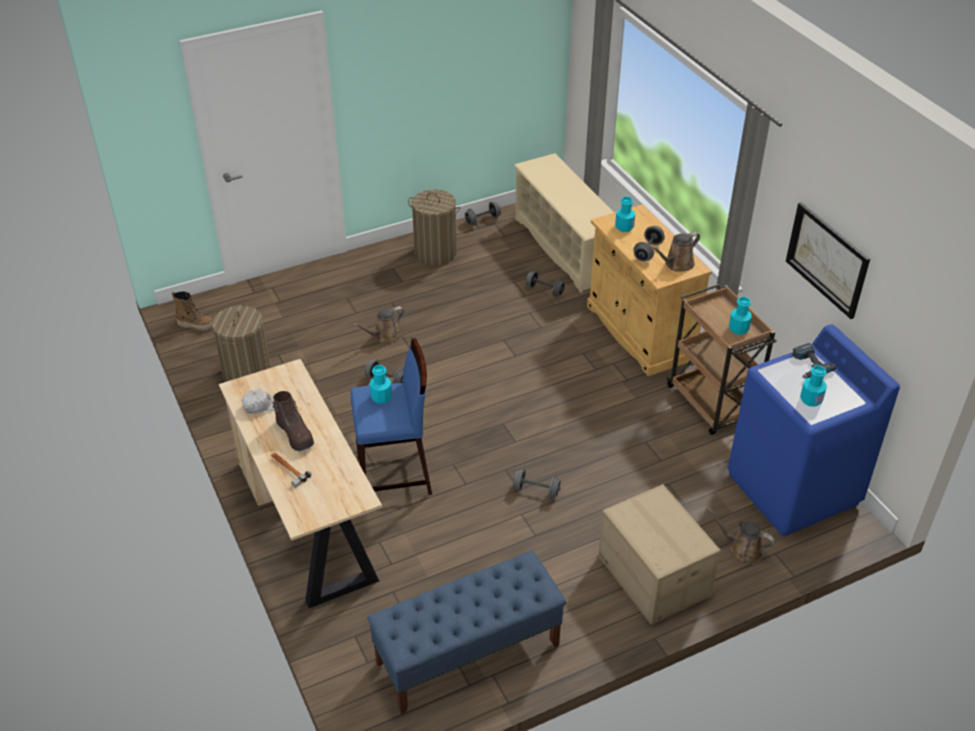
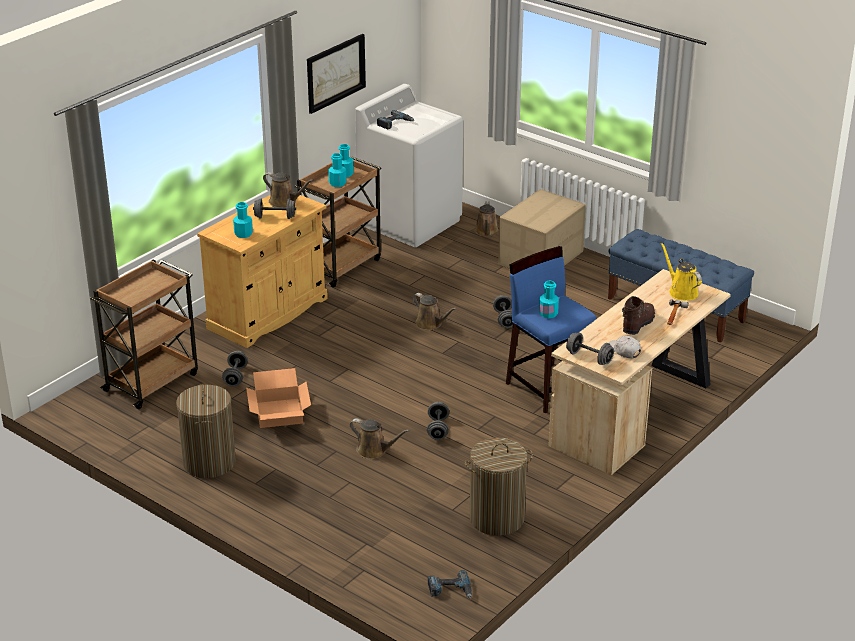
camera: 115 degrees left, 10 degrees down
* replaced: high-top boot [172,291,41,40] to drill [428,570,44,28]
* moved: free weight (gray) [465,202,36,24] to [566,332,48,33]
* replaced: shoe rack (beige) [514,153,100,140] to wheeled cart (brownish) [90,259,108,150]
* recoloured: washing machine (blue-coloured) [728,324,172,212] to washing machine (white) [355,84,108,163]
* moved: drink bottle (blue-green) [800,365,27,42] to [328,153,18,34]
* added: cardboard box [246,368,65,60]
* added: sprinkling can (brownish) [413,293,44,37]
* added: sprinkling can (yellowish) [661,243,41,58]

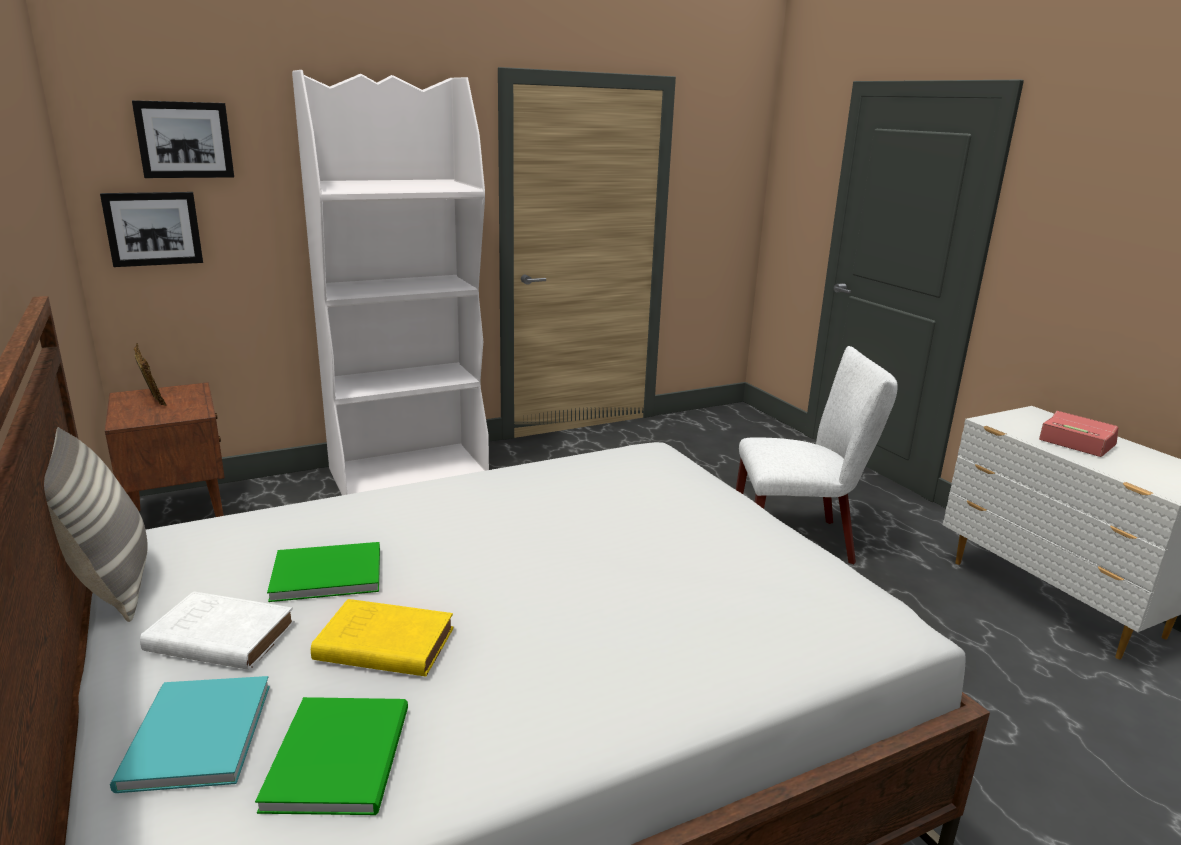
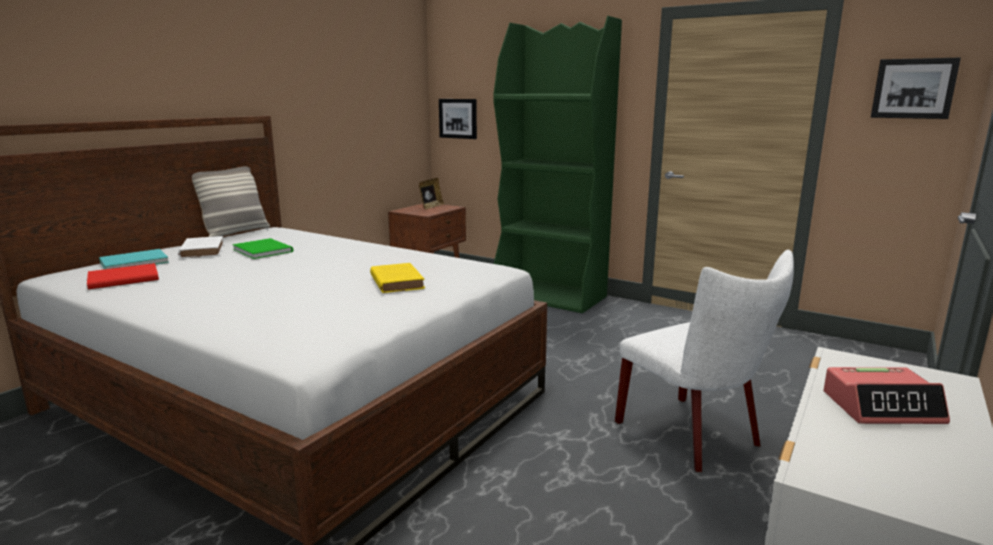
camera: 60 degrees right, 5 degrees down
* moved: wall art [132,100,102,78] to [871,57,90,62]
* recoloured: volume (greenish) [255,697,153,118] to volume (reddish) [87,263,72,27]
* recoloured: bookshelf (white) [292,70,197,425] to bookshelf (greenish) [493,16,129,297]
* moved: volume (yellowish) [311,599,142,78] to [370,263,55,30]
* turned: bedside clock [1039,411,79,46] = [823,367,127,57] 75 degrees clockwise

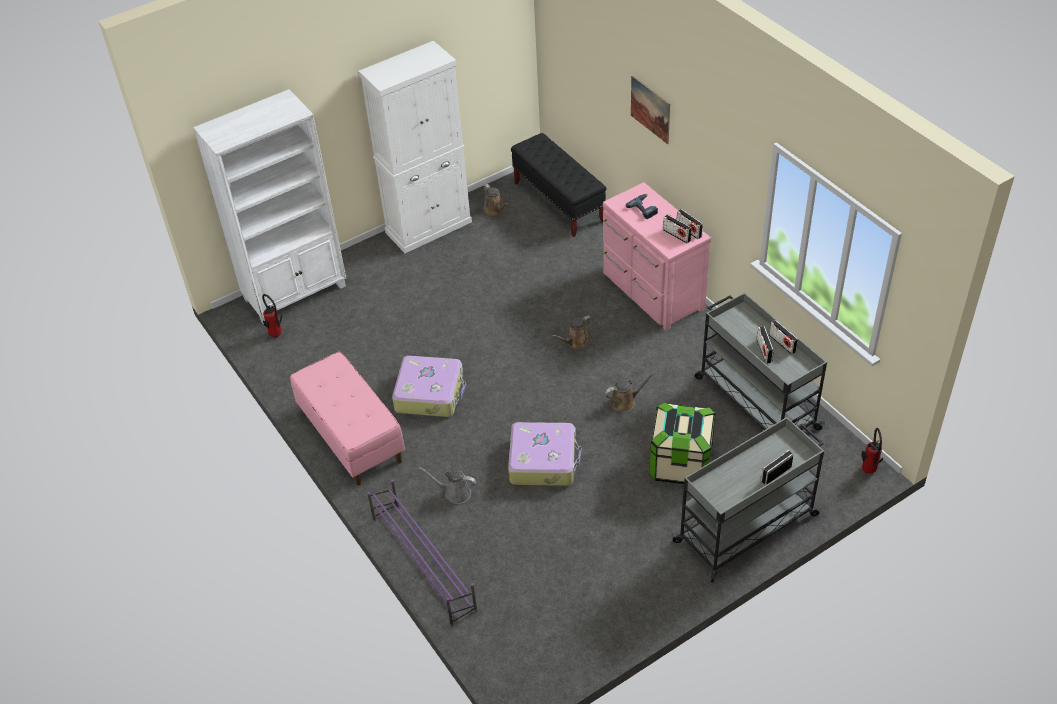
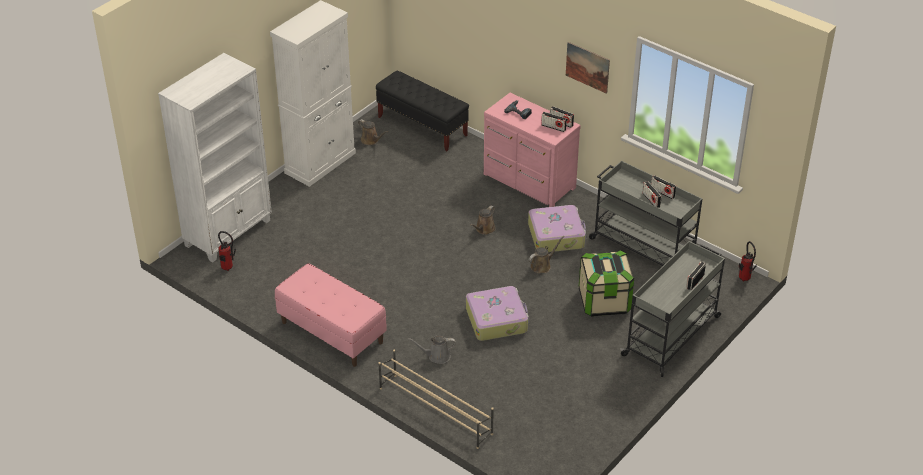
camera: 20 degrees left, 5 degrees down
* recoloured: shoe rack (purple-coloured) [367,480,110,147] to shoe rack (beige) [379,349,115,100]
* moved: piece of luggage [392,356,74,61] to [528,205,58,47]
* moved: wall art [631,75,39,69] to [566,42,44,52]

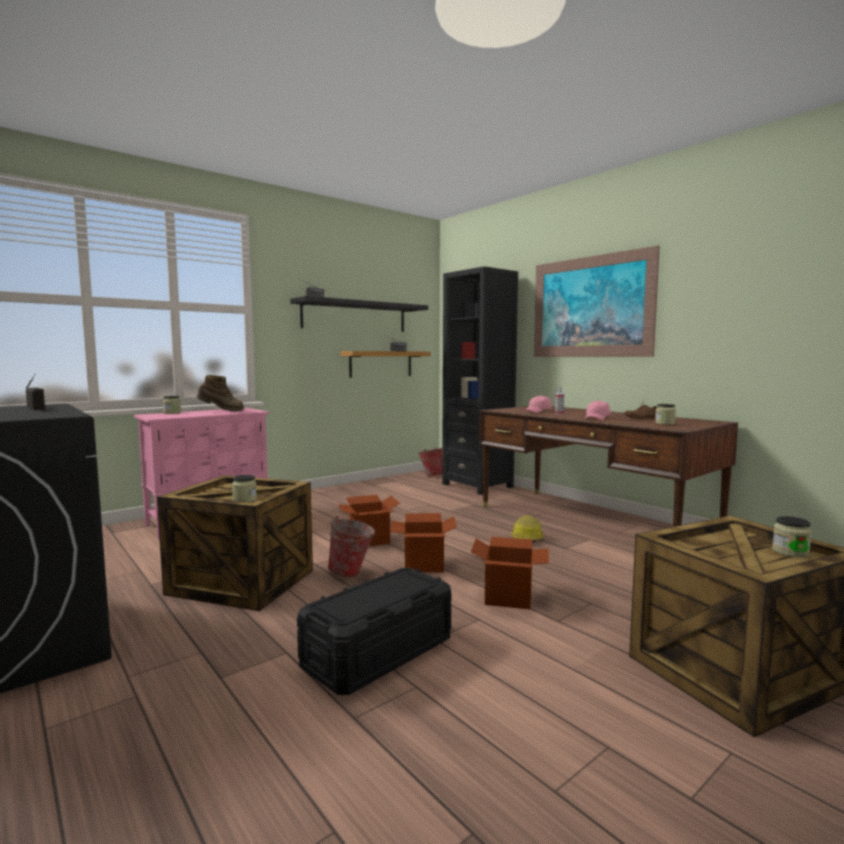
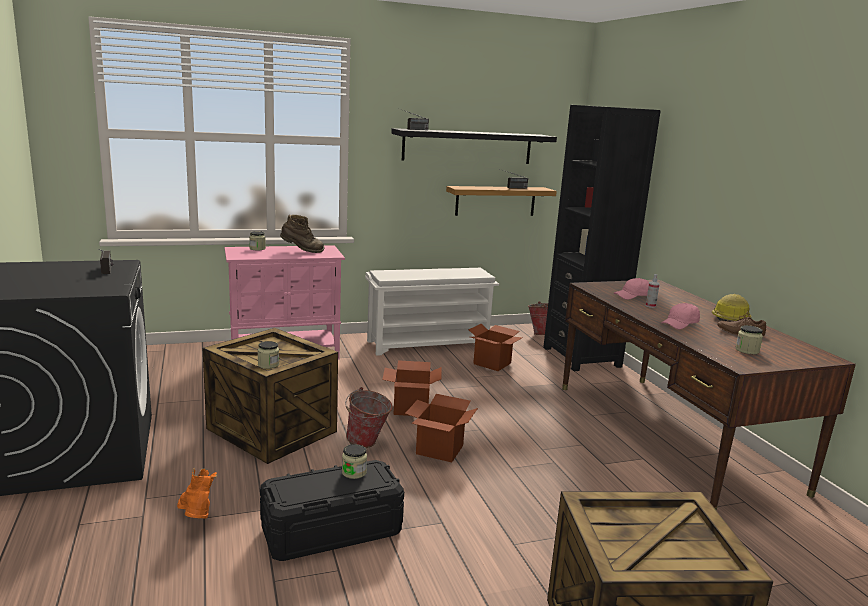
camera: 20 degrees right, 10 degrees up
* moved: cardboard box [471,537,78,72] to [468,324,55,47]
* moved: hard hat [511,515,33,28] to [712,294,39,27]
* removed: wall art [534,245,126,112]
* moved: jar [772,516,40,42] to [342,444,25,35]
* added: high-top boot (orangey) [177,468,40,50]
* added: shoe rack (white) [365,268,134,88]

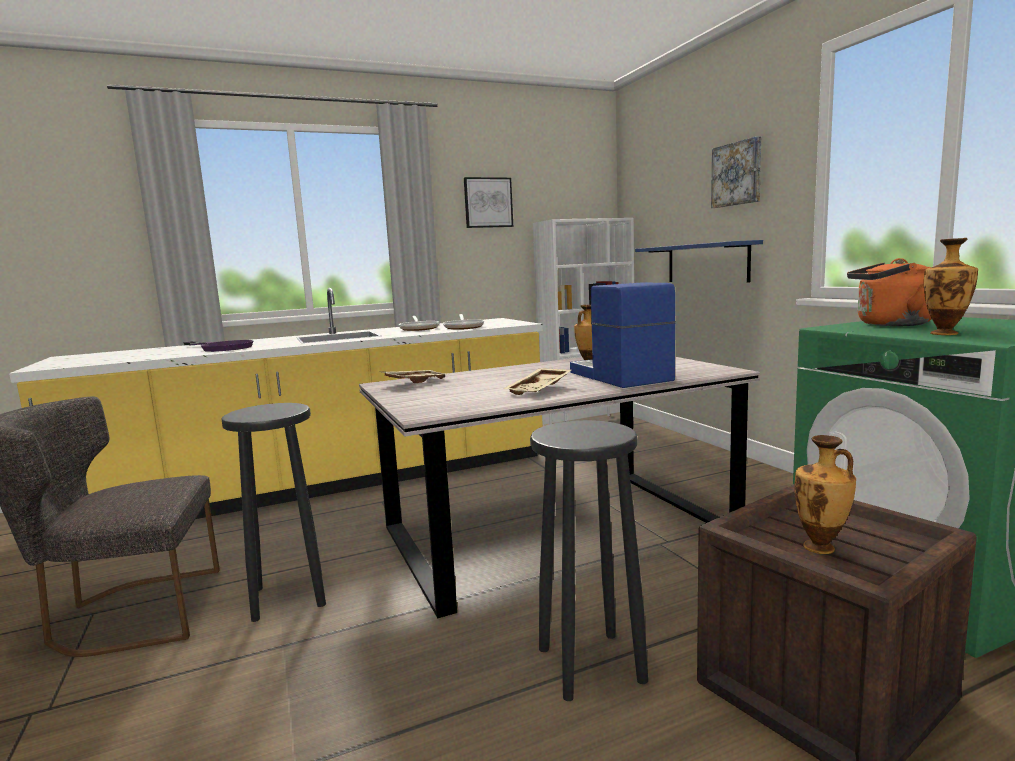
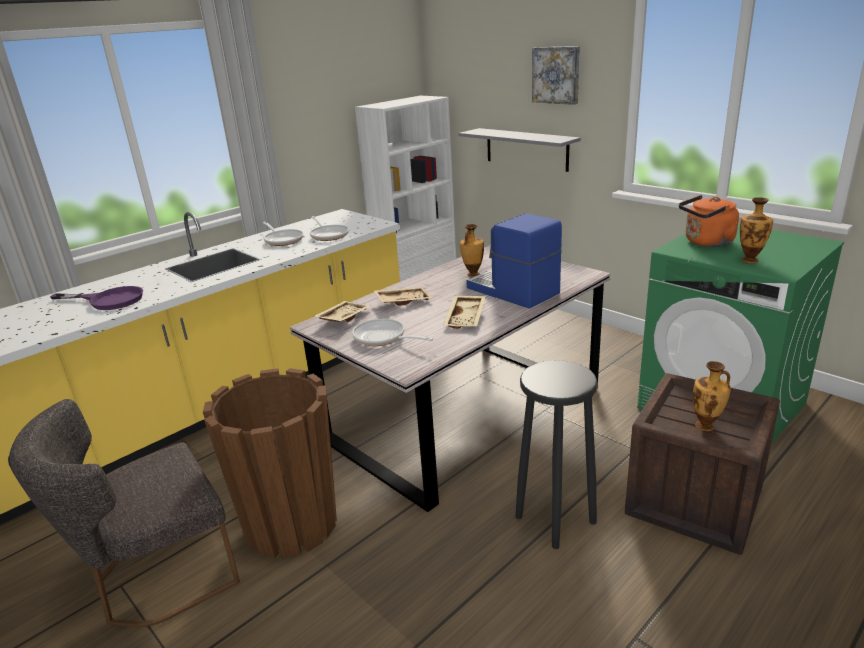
camera: 20 degrees left, 15 degrees up
* replaced: stool seat (blackish) [221,403,105,219] to planter (brownish) [203,368,134,190]
* removed: wall art [464,177,49,51]
* recoloured: shelf (blue-coloured) [635,240,128,42] to shelf (gray) [458,128,123,44]
* added: skillet [352,319,81,27]
* added: carrying tray (beige) [374,287,58,19]

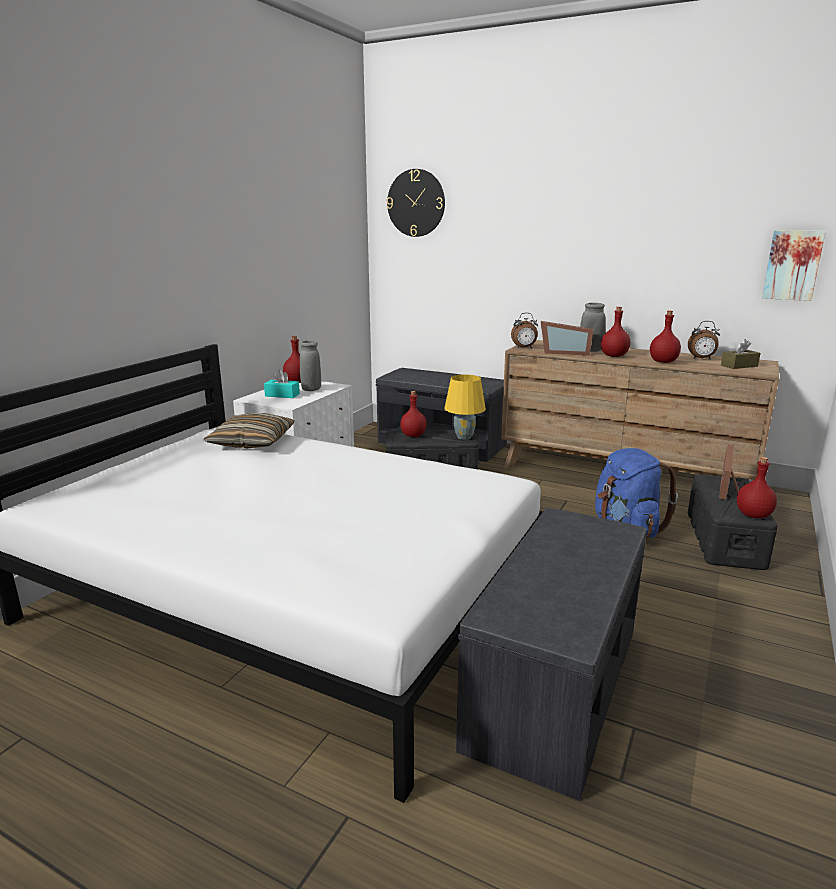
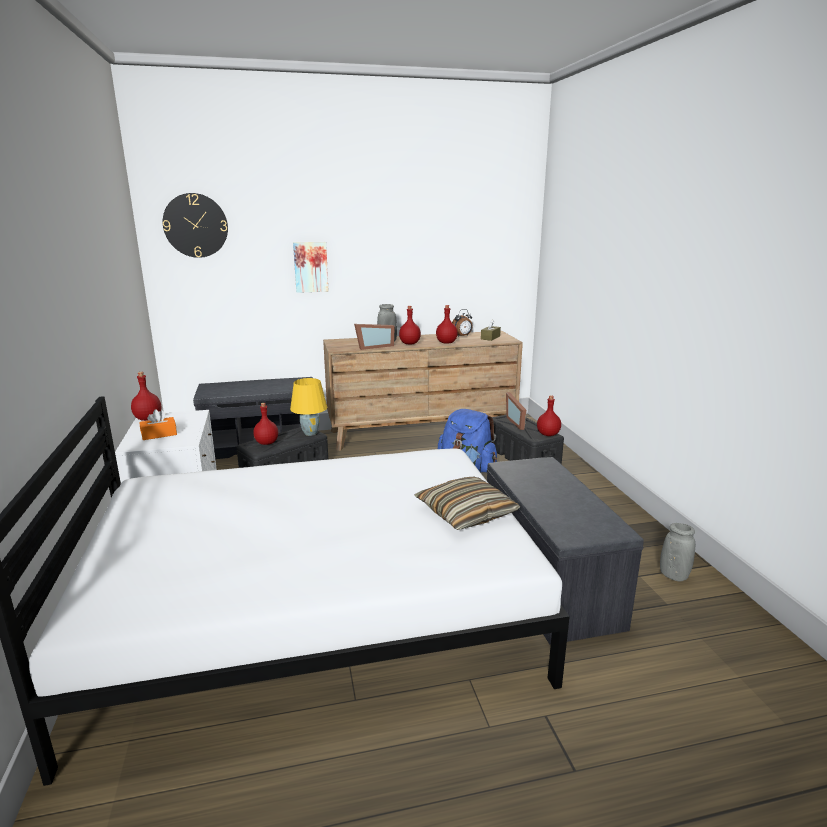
camera: 40 degrees left, 0 degrees up
* moved: cushion [203,413,92,35] to [414,477,106,53]
* recoloured: tissue box (blue-green) [264,370,36,28] to tissue box (orangey) [139,409,38,31]
* moved: vase (gray) [300,341,21,50] to [660,523,35,58]
* removed: bedside clock [511,313,27,35]
* moved: wall art [762,230,64,71] to [293,242,36,51]

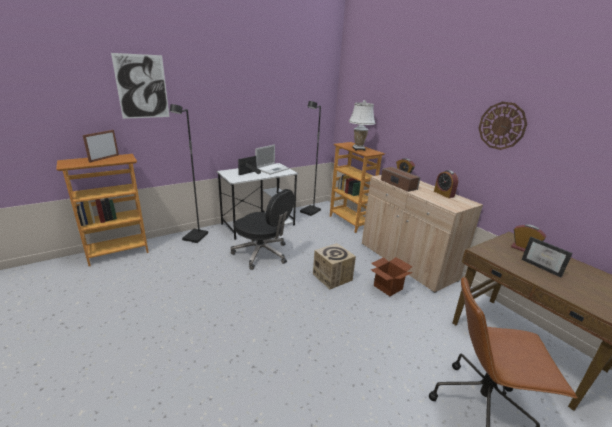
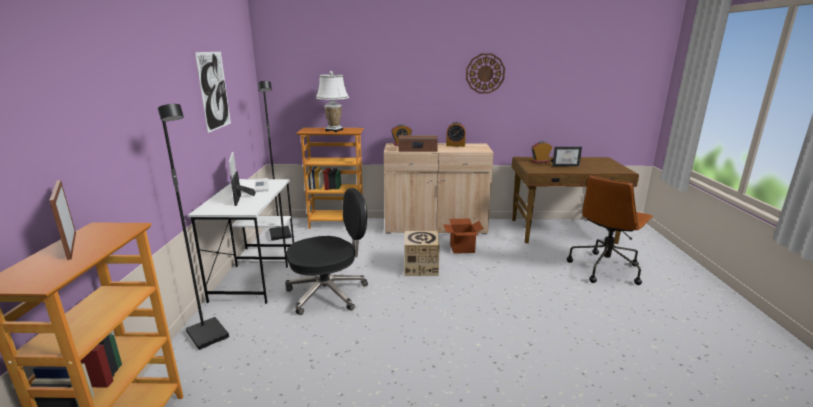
camera: 55 degrees left, 5 degrees down
* moved: wall art [111,53,59,66] to [195,52,36,81]

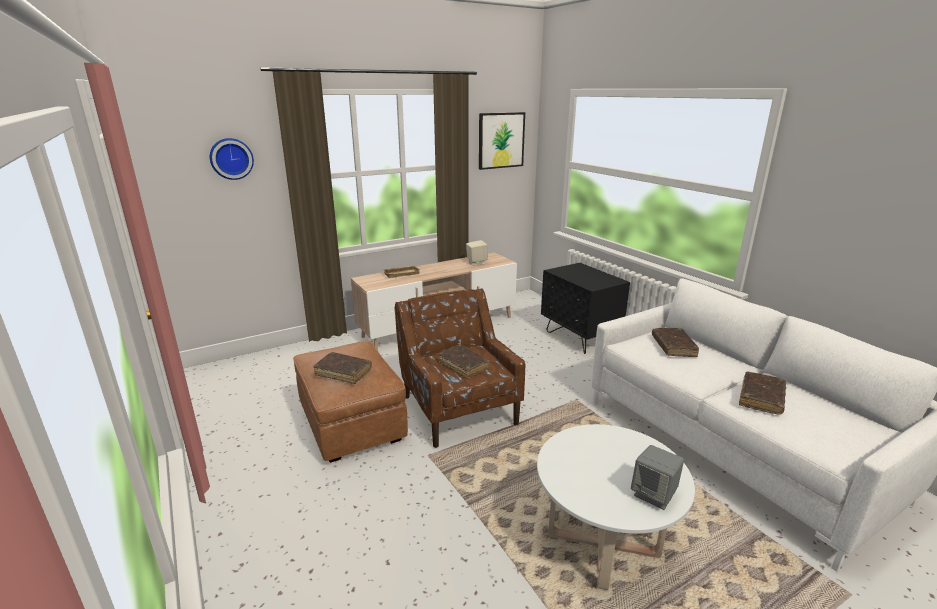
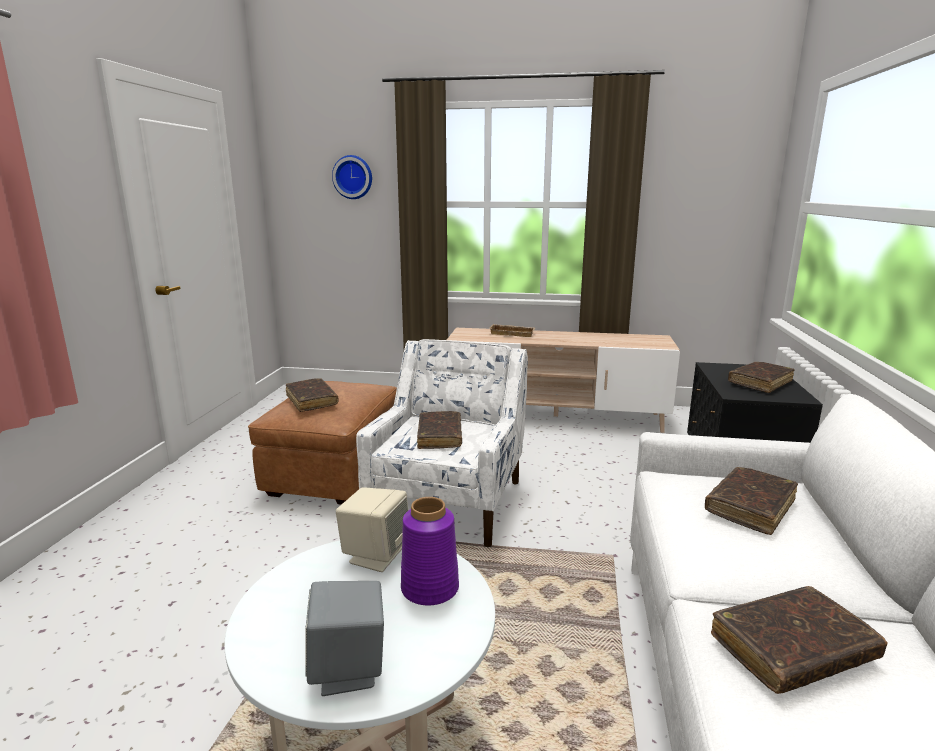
camera: 40 degrees right, 5 degrees down
* recoloured: lounge chair (brownish) [395,288,130,160] to lounge chair (white) [356,339,172,208]
* moved: loudspeaker (beige) [466,240,22,26] to [336,487,72,85]
* removed: wall art [479,112,46,58]
* added: vase (purple-coloured) [401,497,58,108]
* added: volume (brownish) [728,362,66,31]

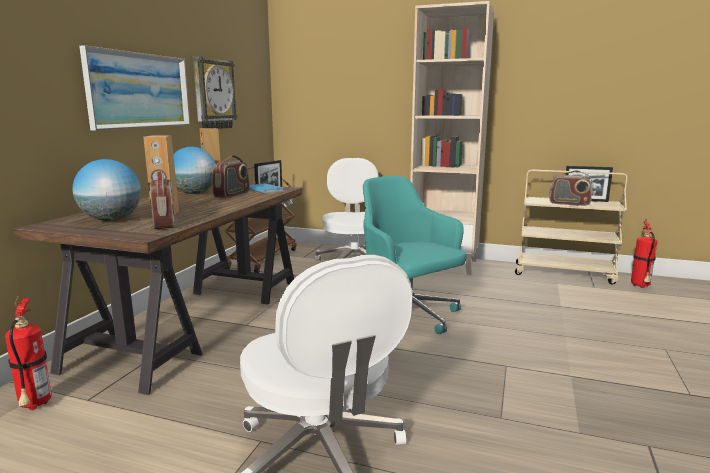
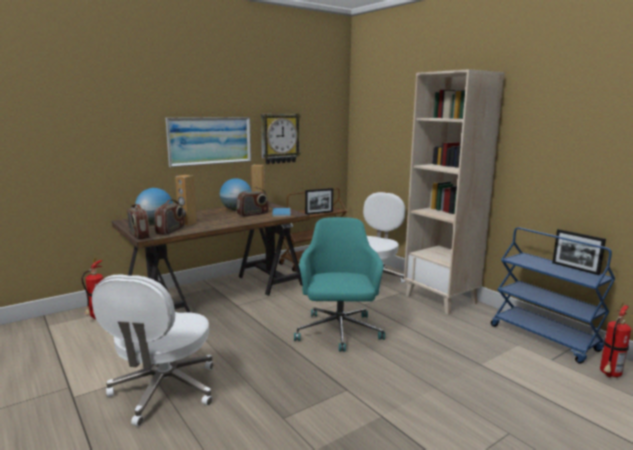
camera: 35 degrees right, 0 degrees up
* recoloured: wheeled cart (beige) [515,170,112,115] to wheeled cart (blue-coloured) [491,227,124,137]
* moved: radio receiver [549,170,44,36] to [127,204,23,36]

